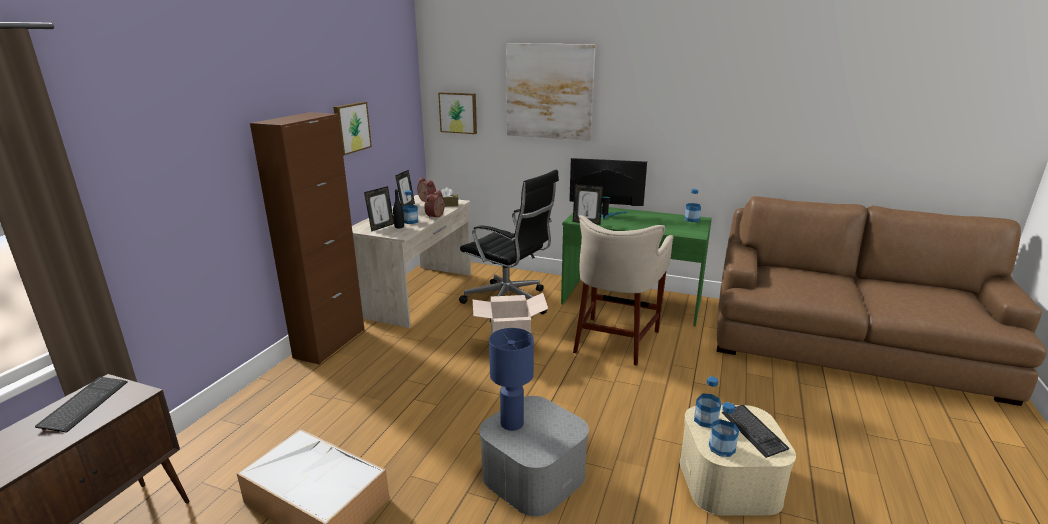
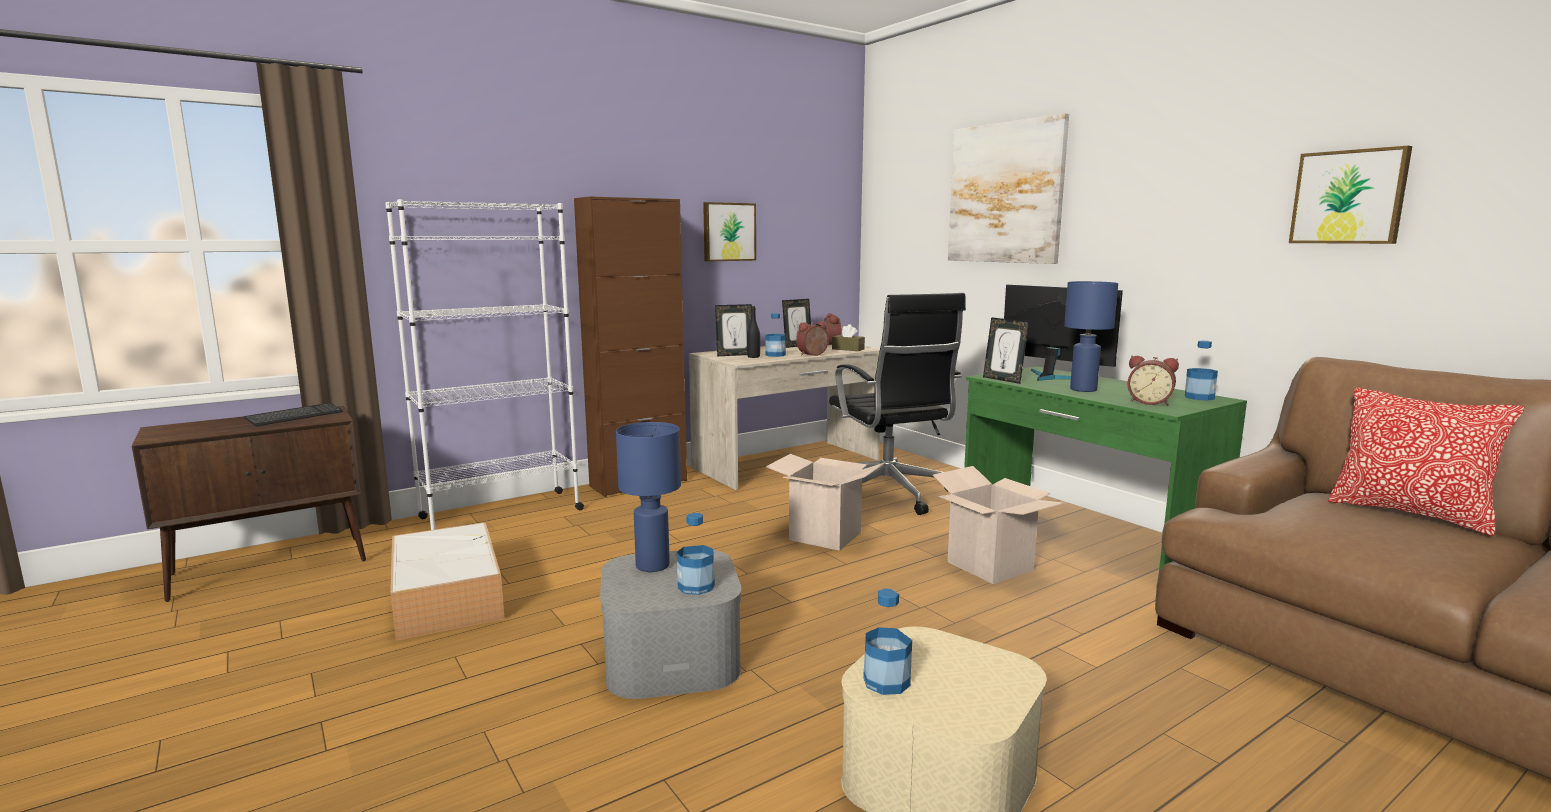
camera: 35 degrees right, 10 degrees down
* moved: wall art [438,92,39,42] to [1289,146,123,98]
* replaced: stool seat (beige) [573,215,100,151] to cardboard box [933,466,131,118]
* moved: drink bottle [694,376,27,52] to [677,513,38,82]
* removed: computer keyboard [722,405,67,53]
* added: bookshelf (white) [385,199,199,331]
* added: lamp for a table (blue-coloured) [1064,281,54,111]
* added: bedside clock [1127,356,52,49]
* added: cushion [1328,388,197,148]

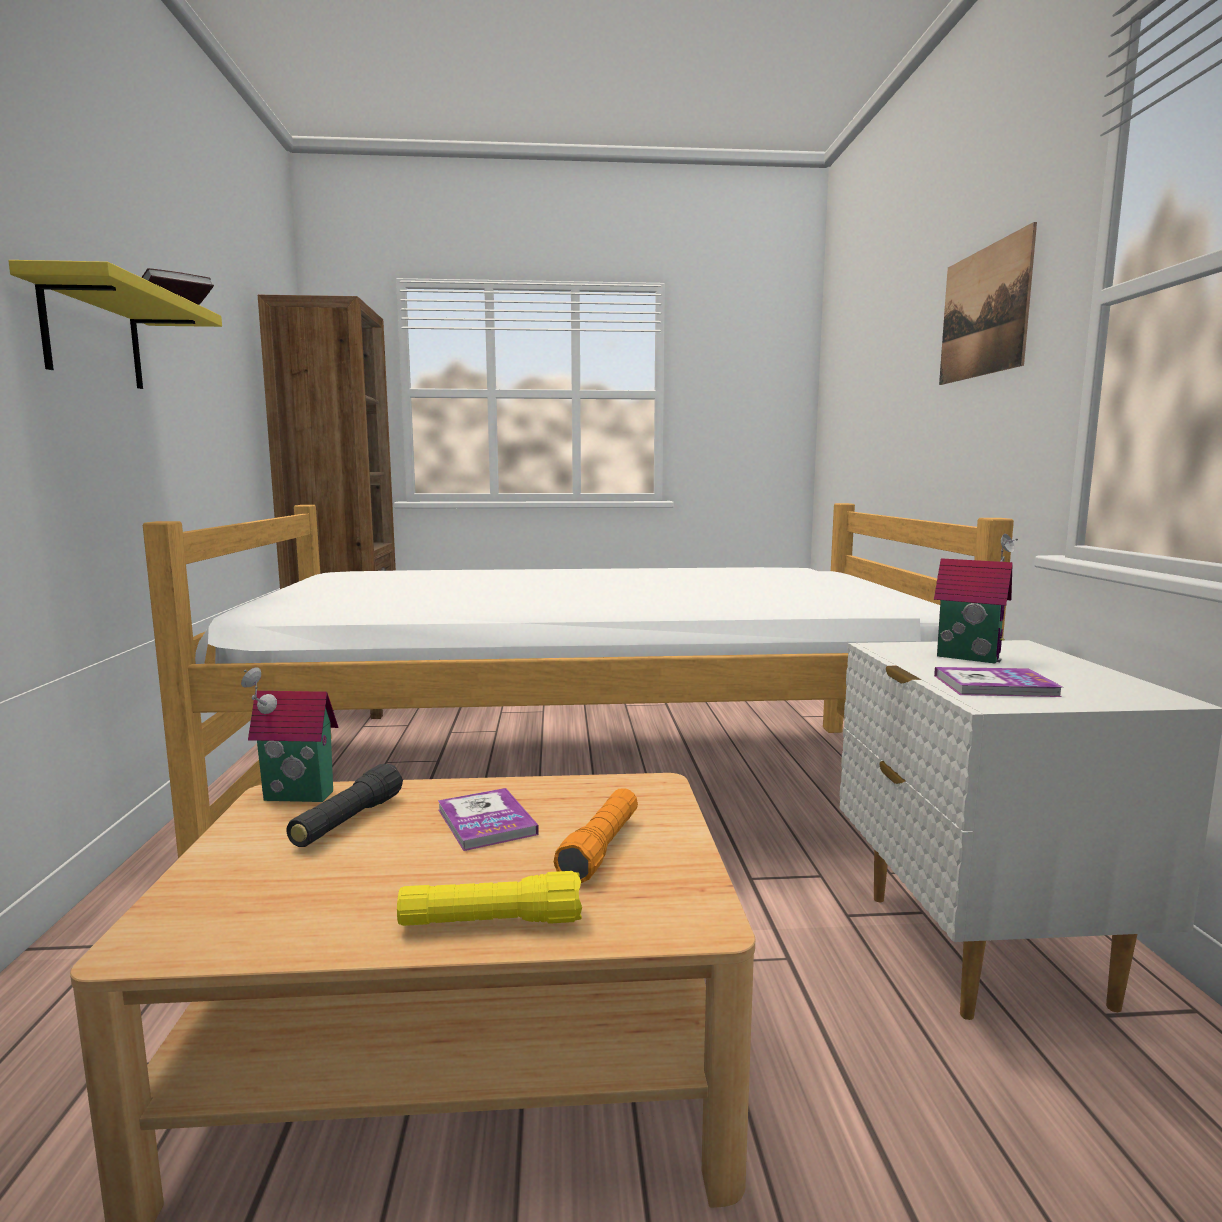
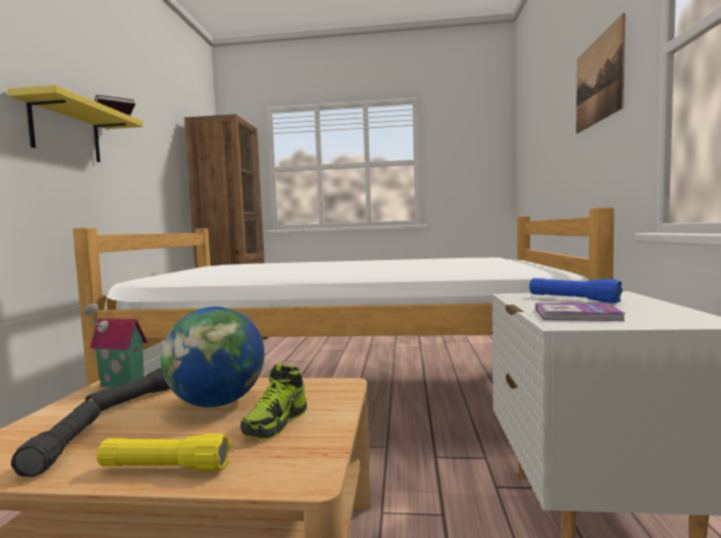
camera: 10 degrees right, 5 degrees down
* replaced: volume [438,788,101,63] to world globe [161,307,103,100]
* replaced: flashlight (orangey) [554,788,84,95] to low shoe [240,363,67,76]
* replaced: miniature house [934,534,84,129] to flashlight (blue-coloured) [529,278,94,25]
* added: flashlight (blackish) [11,401,89,76]

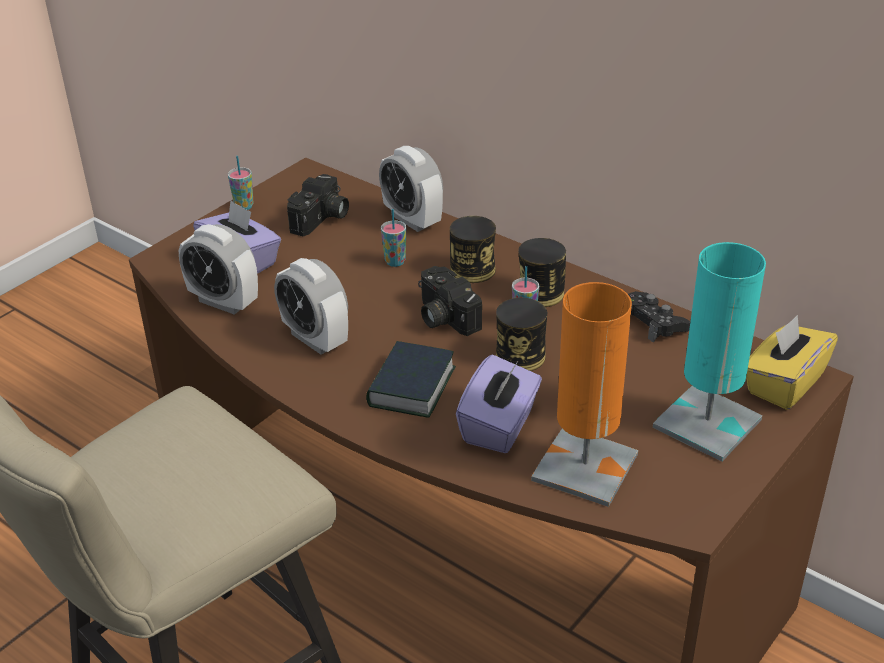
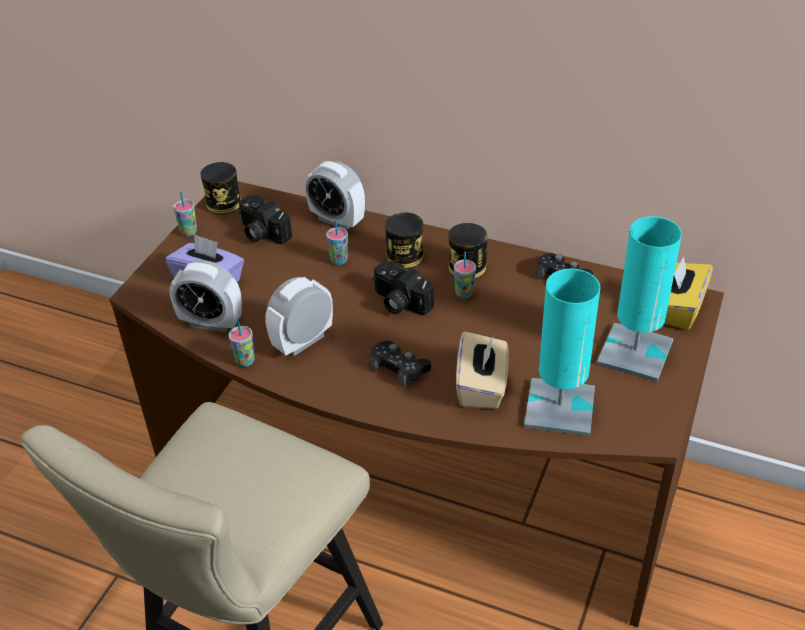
camera: 15 degrees left, 5 degrees up
* turned: bedside clock [274,258,74,97] = [265,277,68,79] 105 degrees clockwise
* turned: photo camera [287,174,62,62] = [238,195,54,49] 120 degrees clockwise
* replaced: volume [366,341,90,77] to gamepad (blackish) [369,340,62,48]
* recoloured: tissue box (purple-coloured) [456,354,86,99] to tissue box (beige) [456,331,52,78]
* moved: can [496,298,51,73] to [200,162,41,52]
* recoloured: lamp for a table (orangey) [531,282,107,225] to lamp for a table (blue-green) [524,269,76,167]
* added: drinking cup [228,319,27,48]

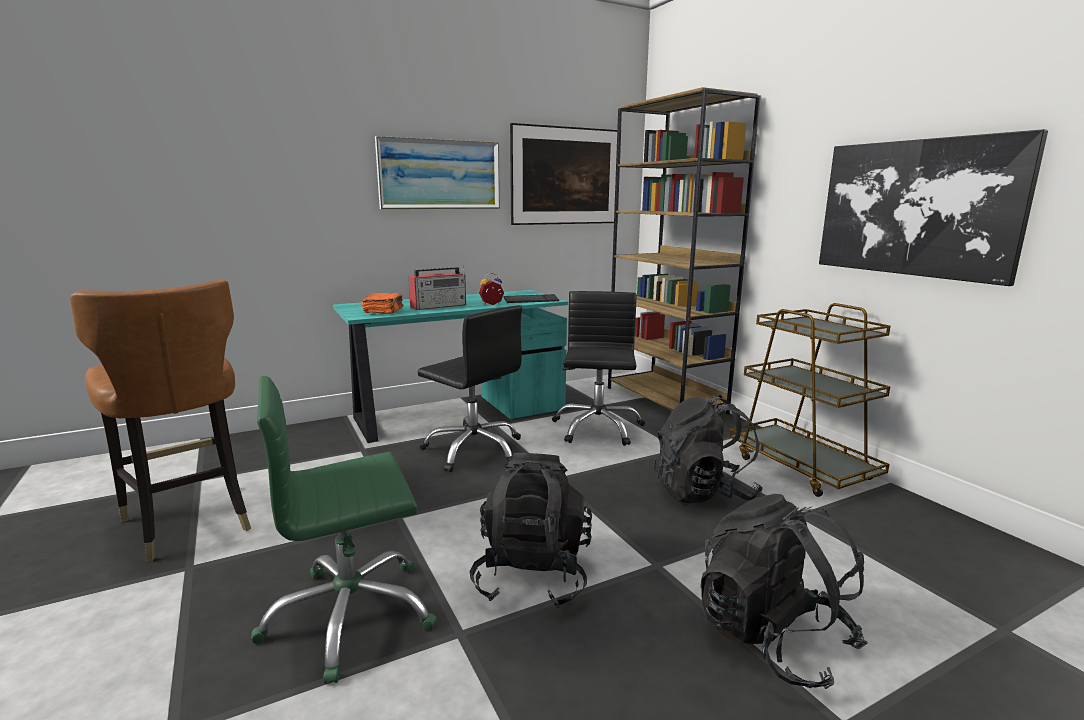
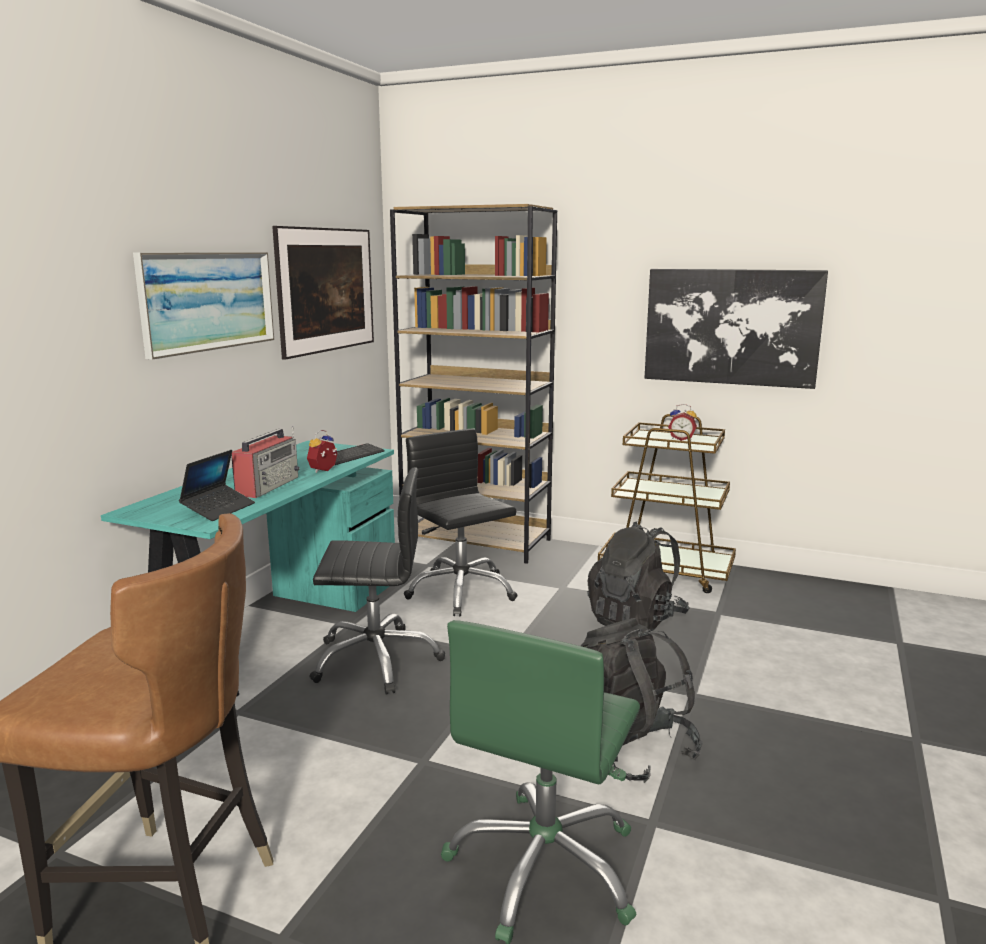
camera: 40 degrees left, 0 degrees up
* replaced: volume (orangey) [362,293,41,21] to portable computer [179,450,76,71]
* removed: rucksack (blackish) [700,494,168,195]
* added: bedside clock [668,404,29,37]

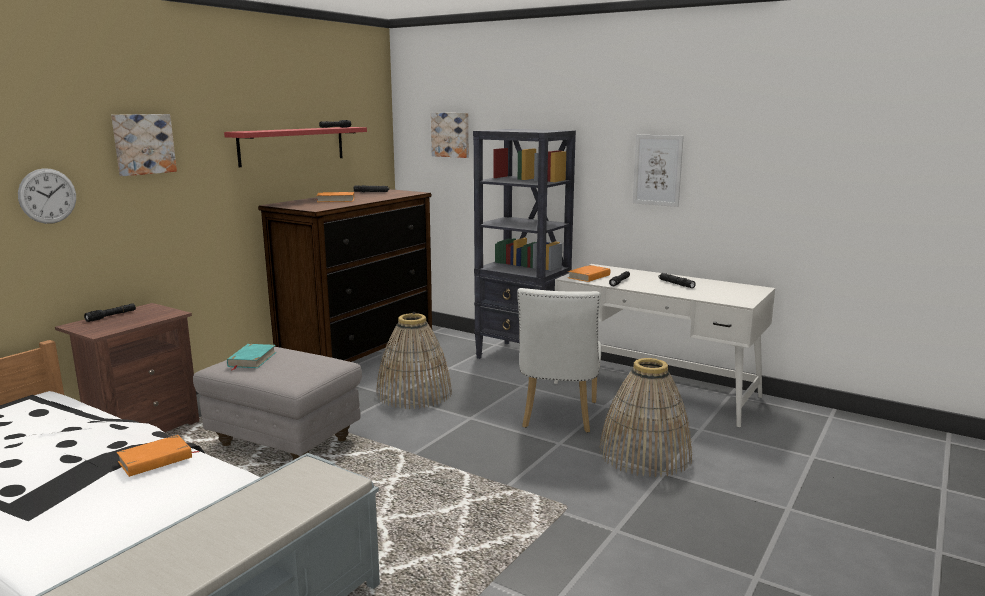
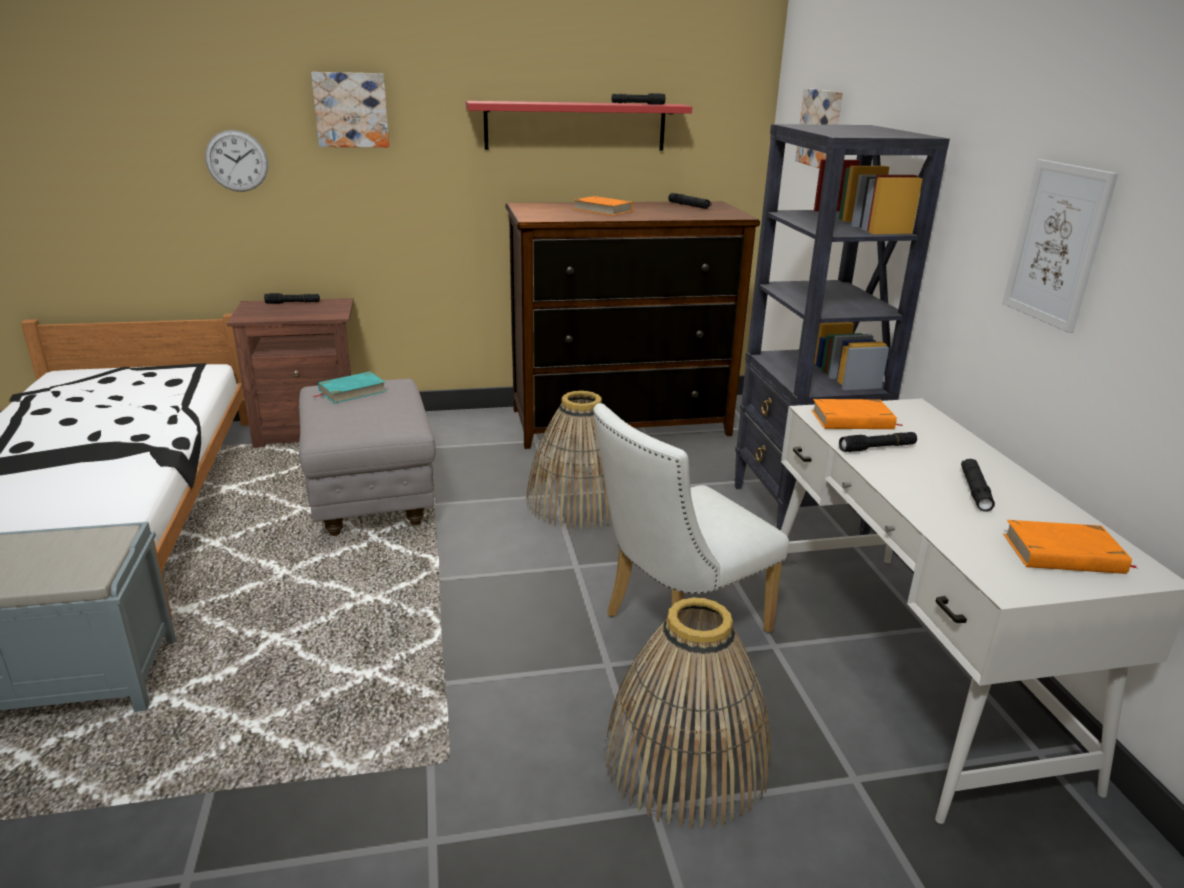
camera: 45 degrees right, 10 degrees up
* moved: volume (orangey) [117,435,82,42] to [1003,520,134,54]

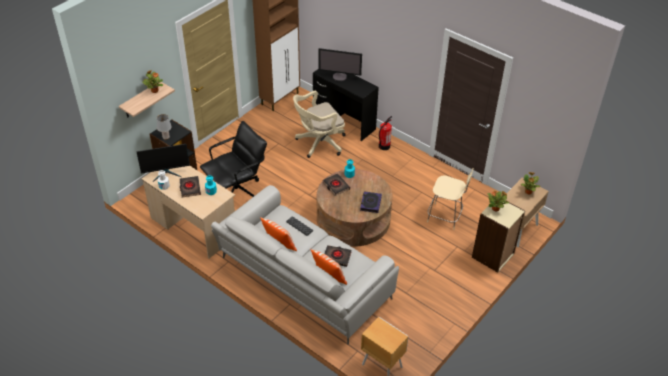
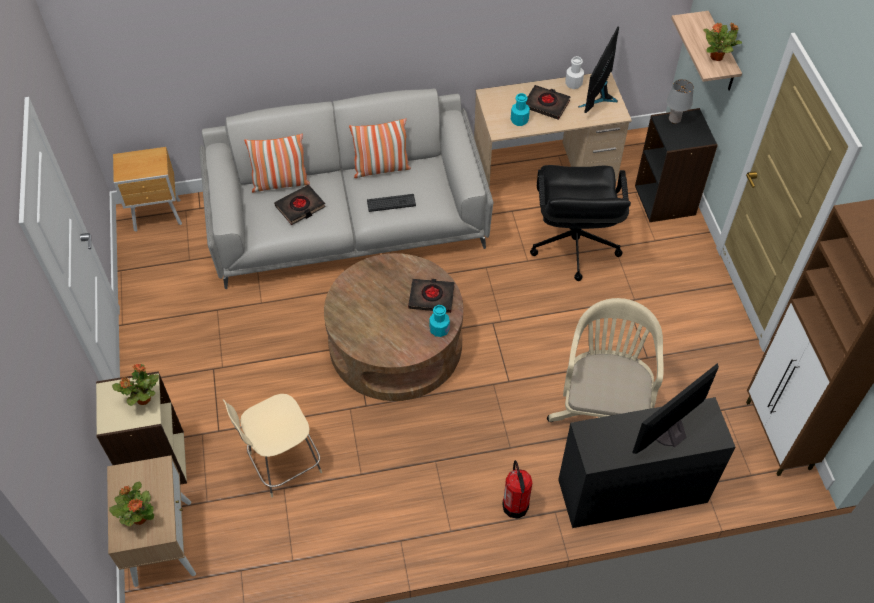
camera: 130 degrees right, 10 degrees up
* removed: volume [360,191,22,22]

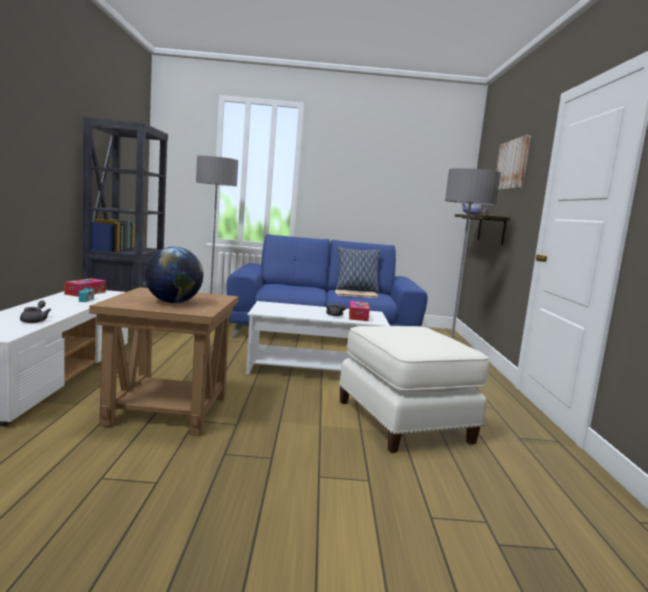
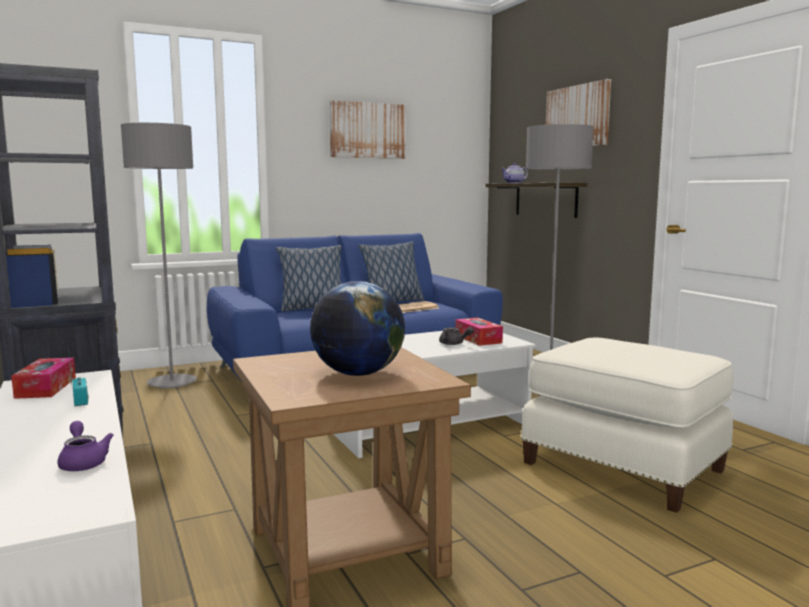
camera: 25 degrees left, 0 degrees up
* recoloured: pot for tea (gray) [20,300,31,23] to pot for tea (purple-coloured) [57,421,57,50]
* added: cushion [276,245,66,67]
* added: wall art [330,100,76,59]

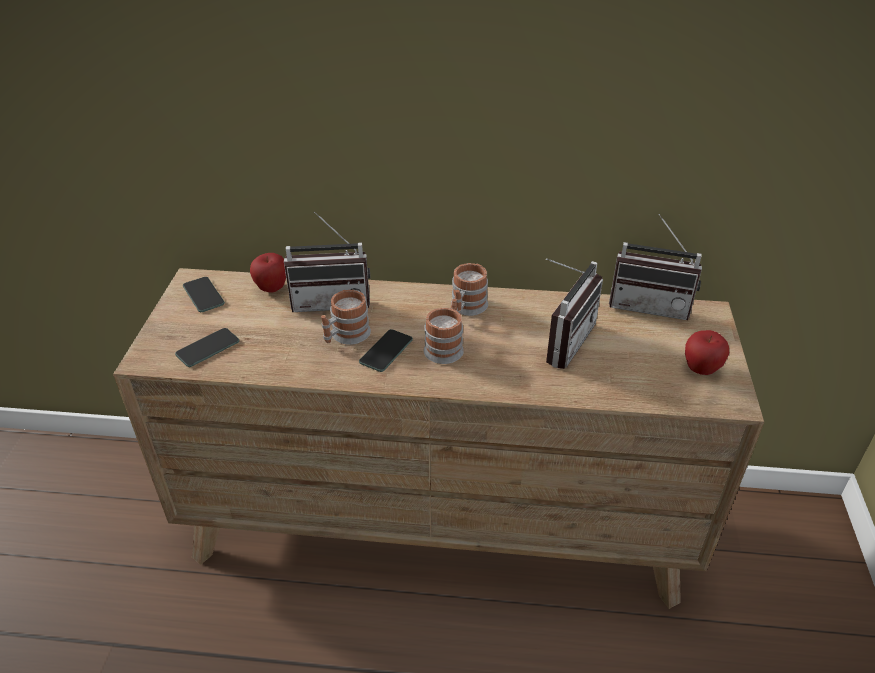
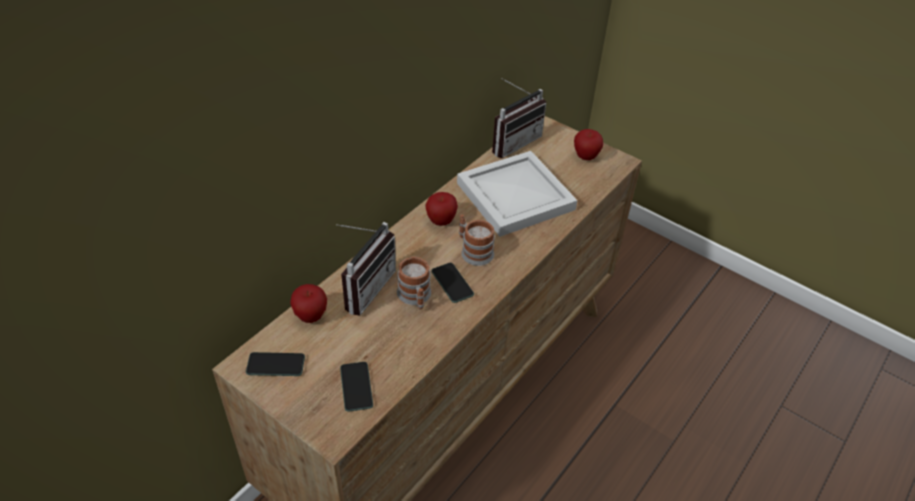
camera: 60 degrees left, 5 degrees up
* replaced: coffee mug [451,263,37,53] to apple fruit [425,192,33,34]
* replaced: radio receiver [546,258,57,111] to carrying tray (white) [457,151,121,86]

